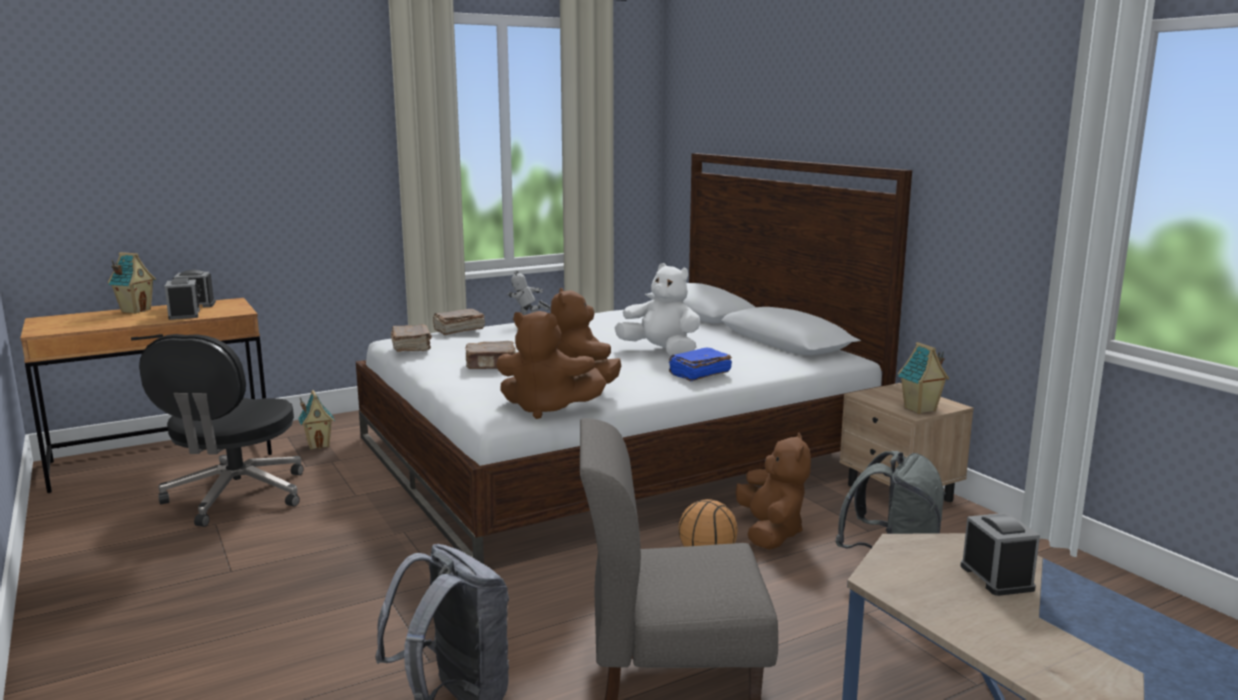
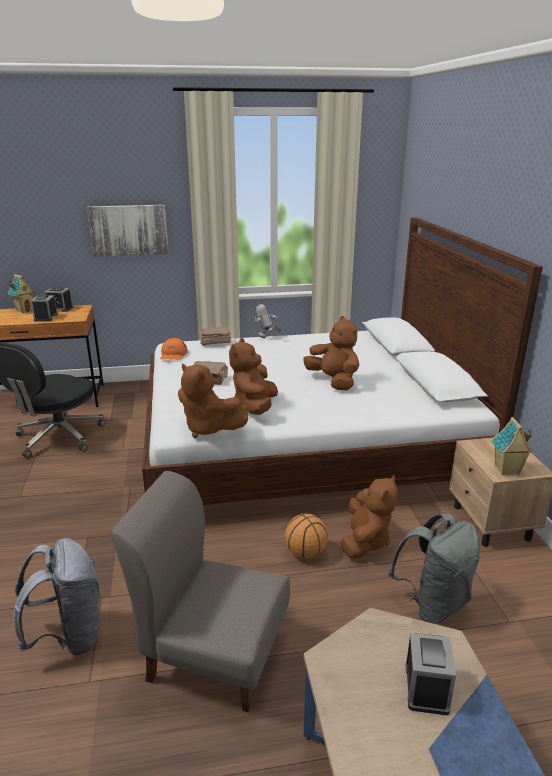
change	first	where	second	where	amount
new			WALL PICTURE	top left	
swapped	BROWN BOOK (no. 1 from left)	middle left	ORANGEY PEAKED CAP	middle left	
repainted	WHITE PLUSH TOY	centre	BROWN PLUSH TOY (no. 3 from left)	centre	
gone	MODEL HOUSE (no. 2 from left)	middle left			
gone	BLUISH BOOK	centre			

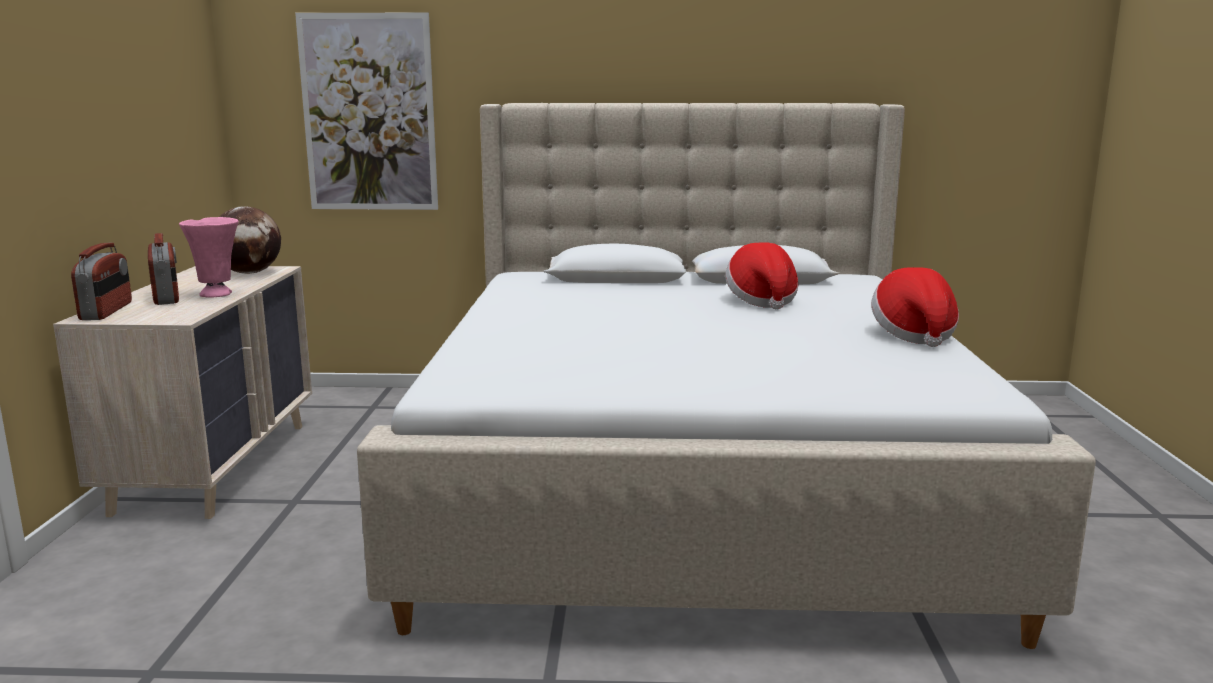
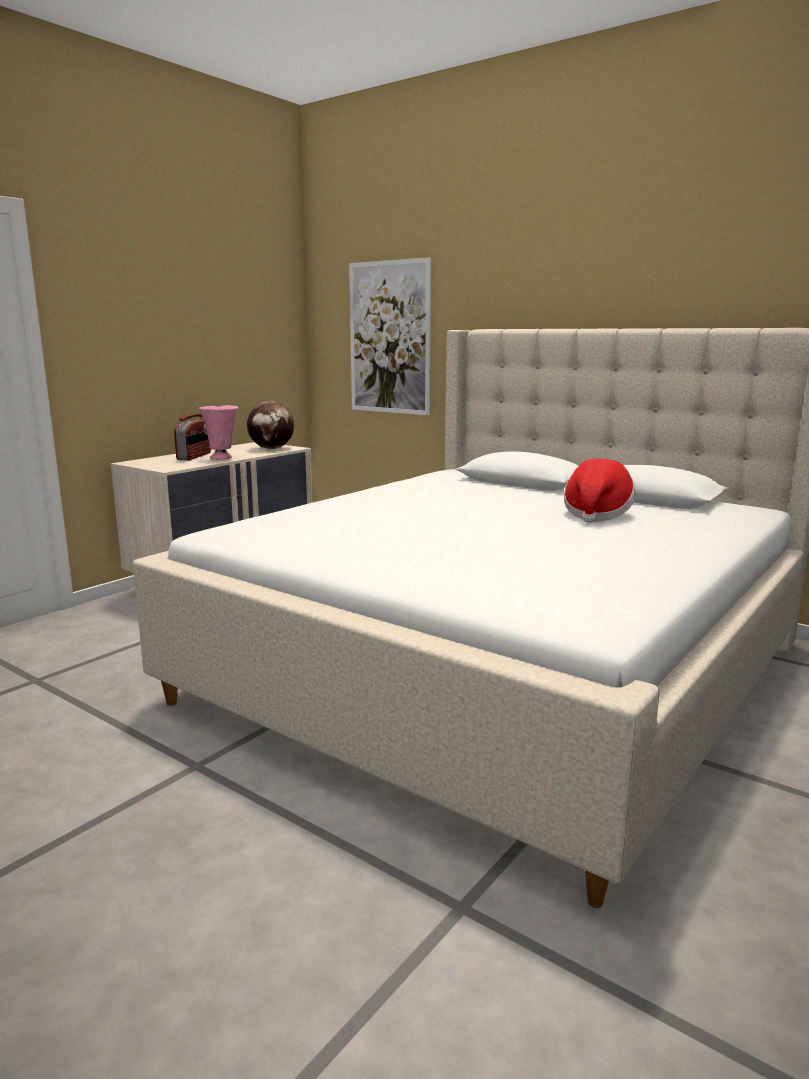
change	first	where	second	where	amount
gone	RADIO (no. 1 from left)	middle left			
gone	CLOTHING HAT (no. 2 from left)	middle right			

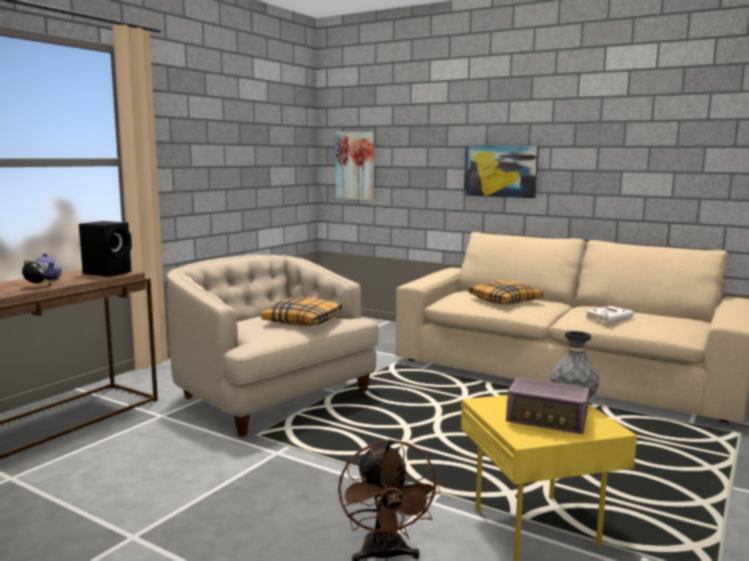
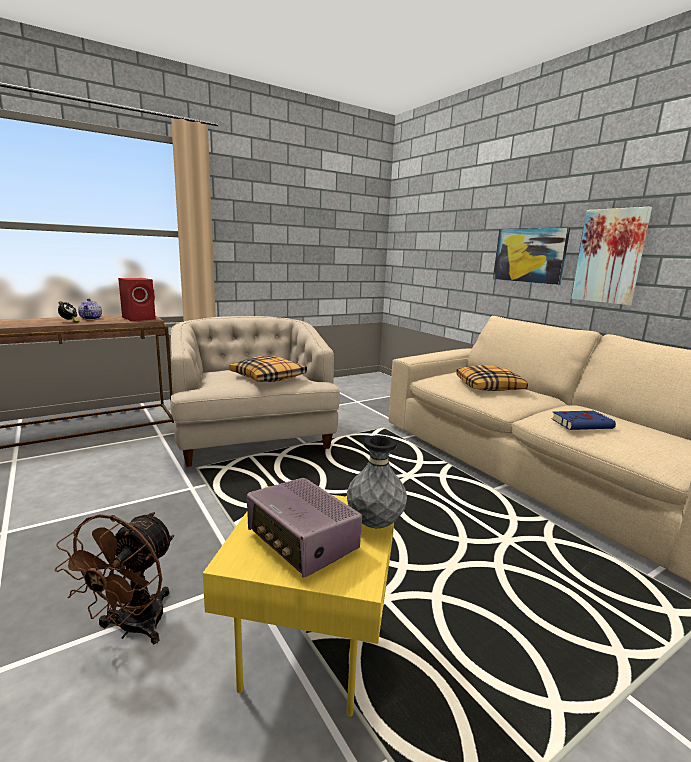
change	first	where	second	where	amount
repainted	BLACKISH LOUDSPEAKER	middle left	REDDISH LOUDSPEAKER	middle left	
repainted	WHITE BOOK	middle right	BLUISH BOOK	middle right	
shifted	WALL PICTURE (no. 1 from left in the first image)	top centre	WALL PICTURE (no. 2 from left)	middle right	

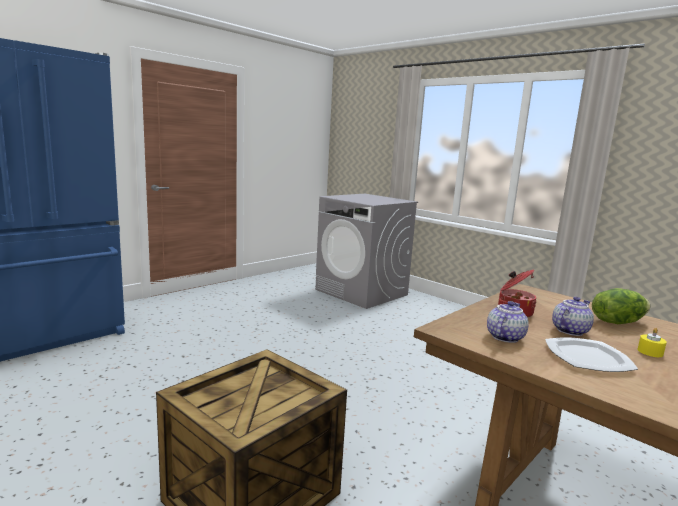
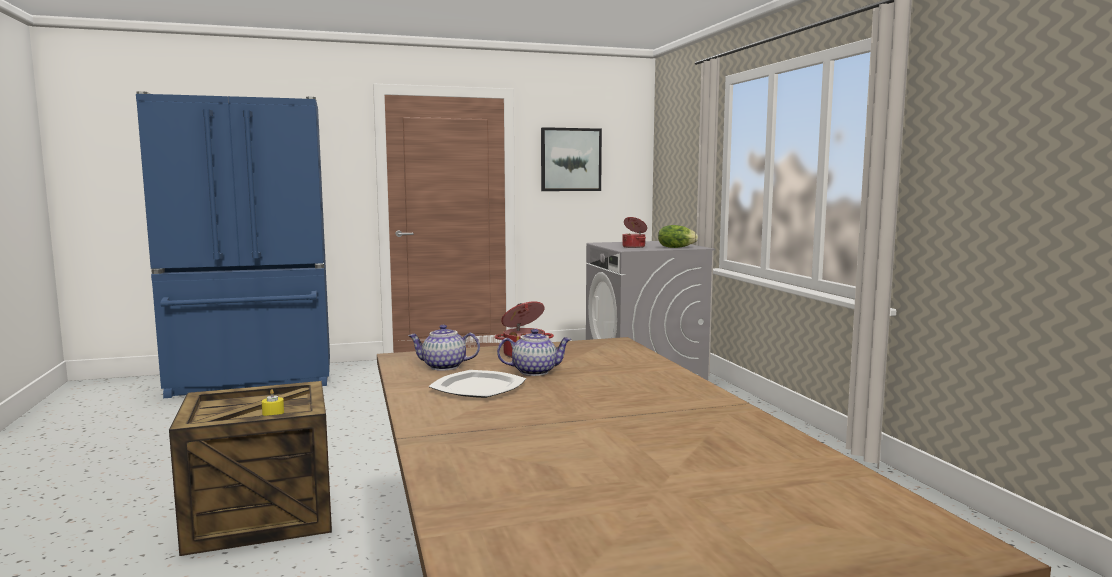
change	first	where	second	where	amount
shifted	YELLOW WAX LIGHT	bottom right		bottom left	
rotated	TEA POT (no. 1 from left)	middle right		centre	150 degrees counterclockwise
new			WALL PICTURE	top centre	
new			COOKING POT (no. 2 from left)	centre	
shifted	HEAD OF LETTUCE	middle right		centre	

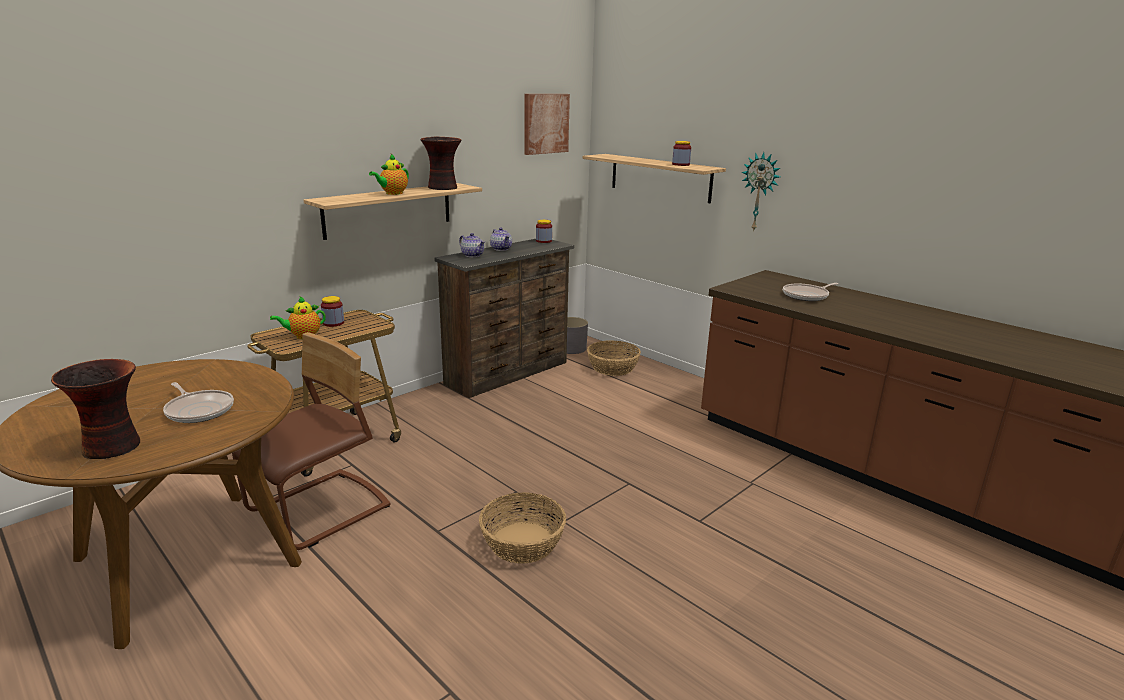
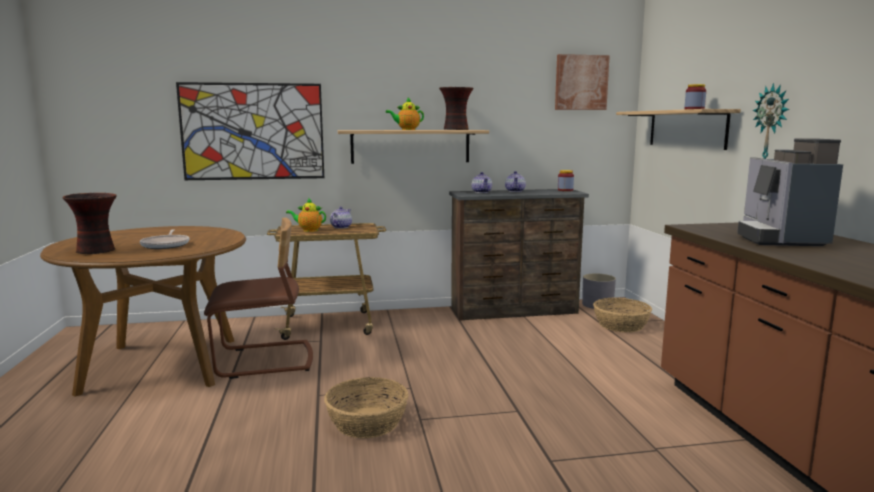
change	first	where	second	where	amount
new			WALL PICTURE (no. 1 from left)	top left	
swapped	JAR (no. 1 from left)	middle left	TEA POT (no. 2 from left)	centre	
swapped	PAN (no. 2 from left)	middle right	COFFEE BREWER	middle right	

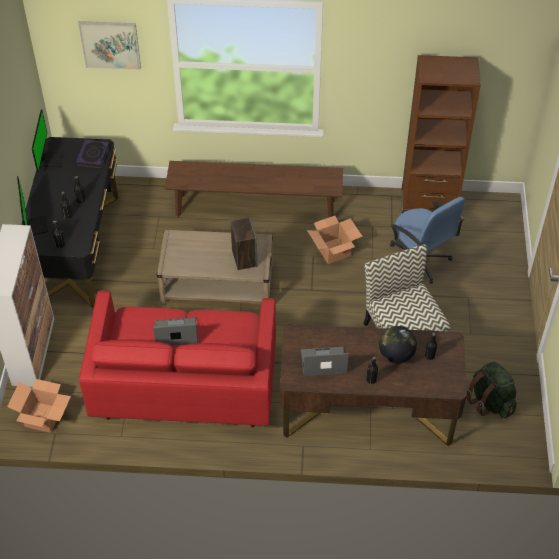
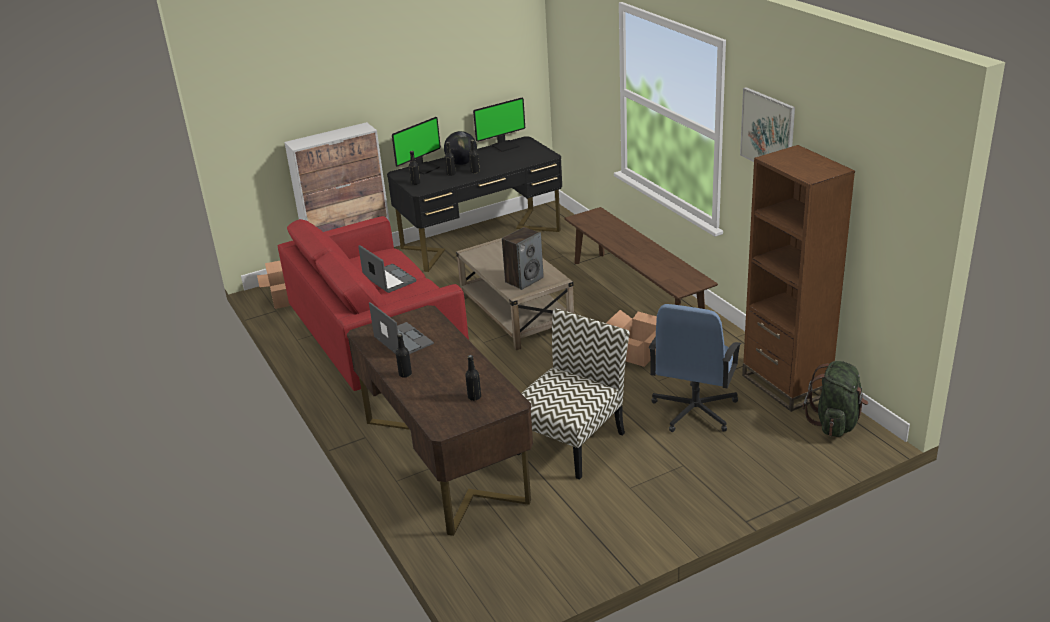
change	first	where	second	where	amount
shifted	GLOBE	middle right		top centre	
shifted	WALL PICTURE	top left		top right	
shifted	GREEN RUCKSACK	bottom right		middle right	
gone	BOOK	top left			

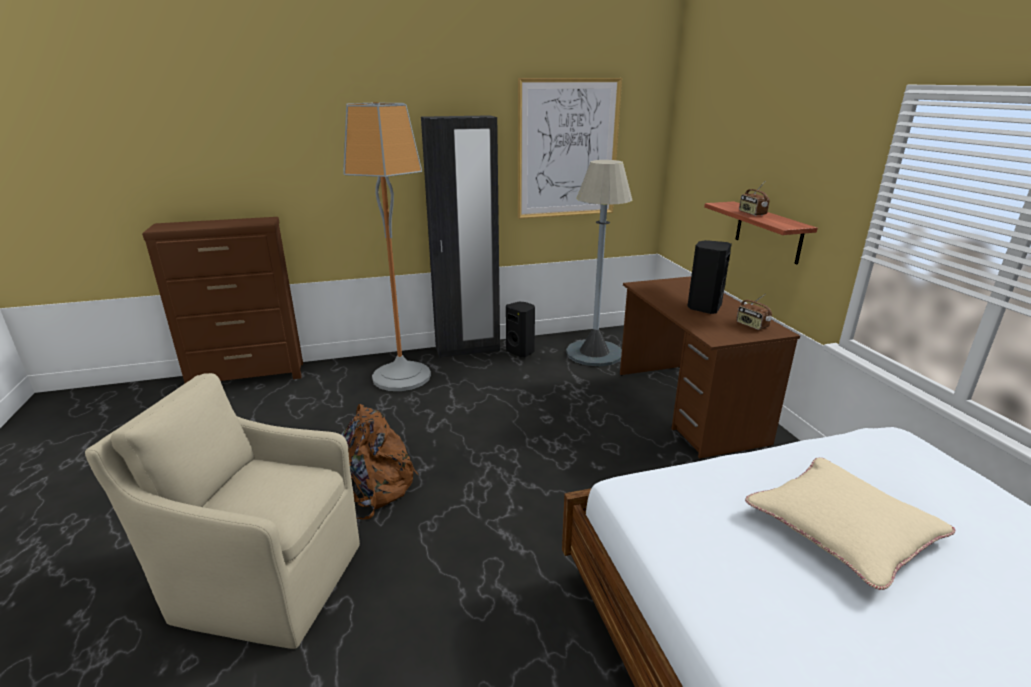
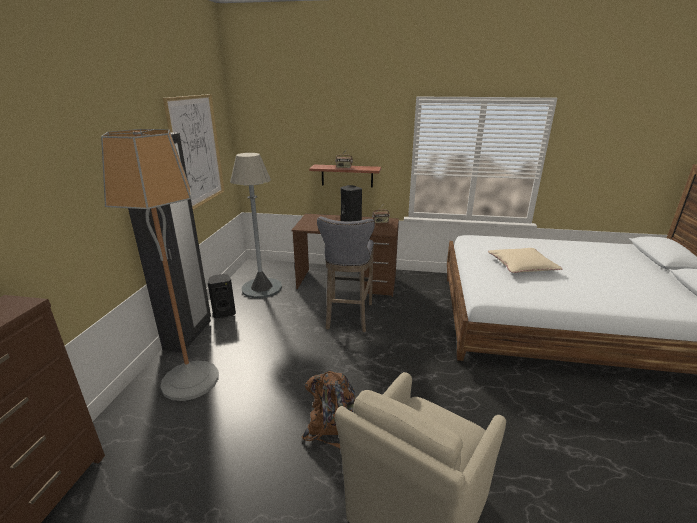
change	first	where	second	where	amount
new			GREYISH STOOL SEAT	centre	

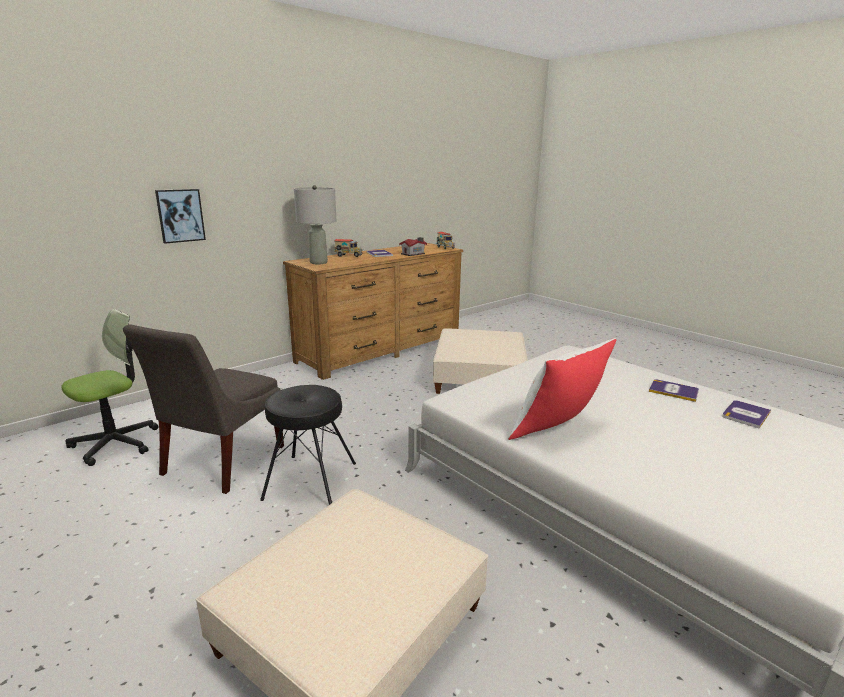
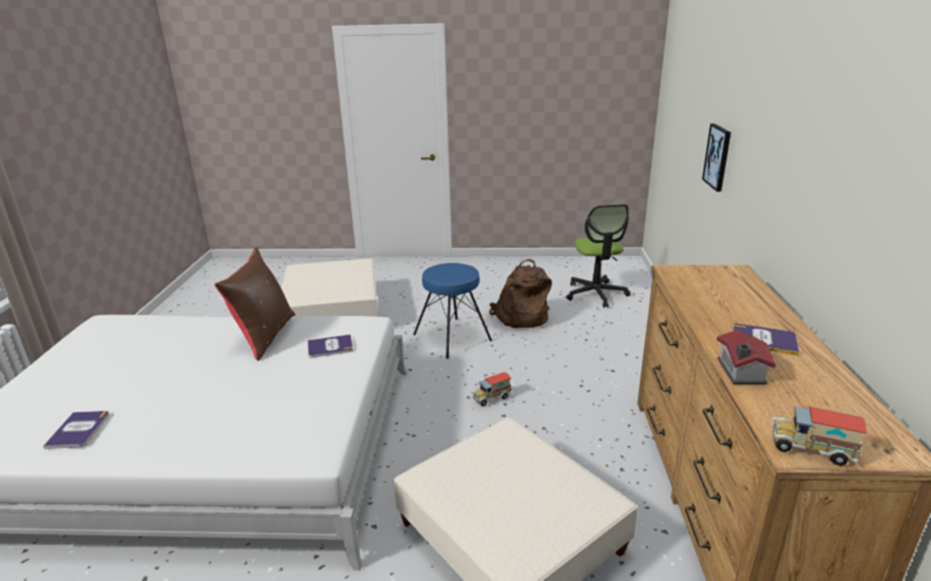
change	first	where	second	where	amount
repainted	WHITE CUSHION	centre	BROWN CUSHION	middle left	
shifted	BOOK (no. 2 from left)	middle right		centre	
repainted	BLACKISH STOOL SEAT	centre	BLUISH STOOL SEAT	centre	
shifted	MODEL TRUCK (no. 1 from left)	centre		bottom centre	
swapped	GREYISH UPRIGHT CHAIR	middle left	BROWN RUCKSACK	centre	
gone	GREYISH TABLE LAMP	top centre			

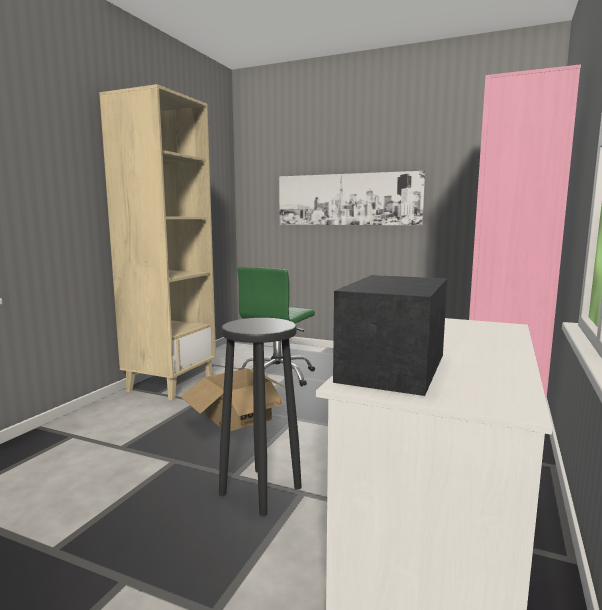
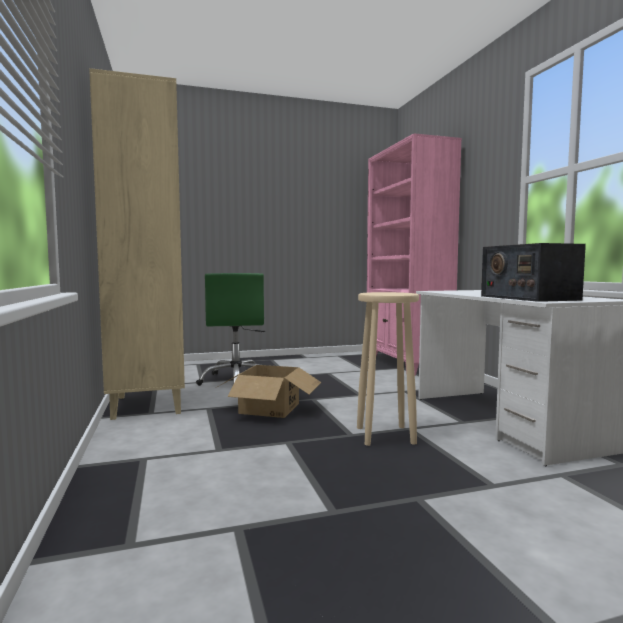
change	first	where	second	where	amount
repainted	BLACKISH STOOL SEAT	bottom centre	BEIGE-COLOURED STOOL SEAT	centre	
gone	WALL PICTURE	top centre			

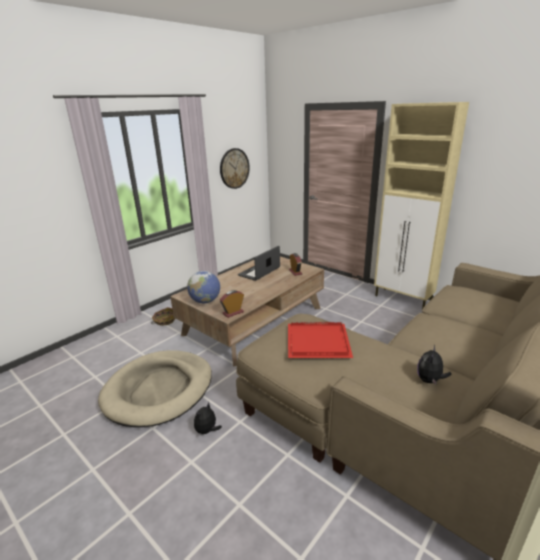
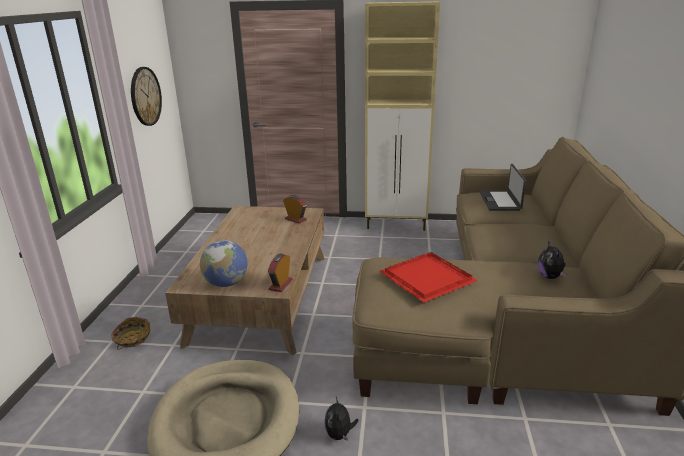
change	first	where	second	where	amount
shifted	LAPTOP	centre		middle right	

